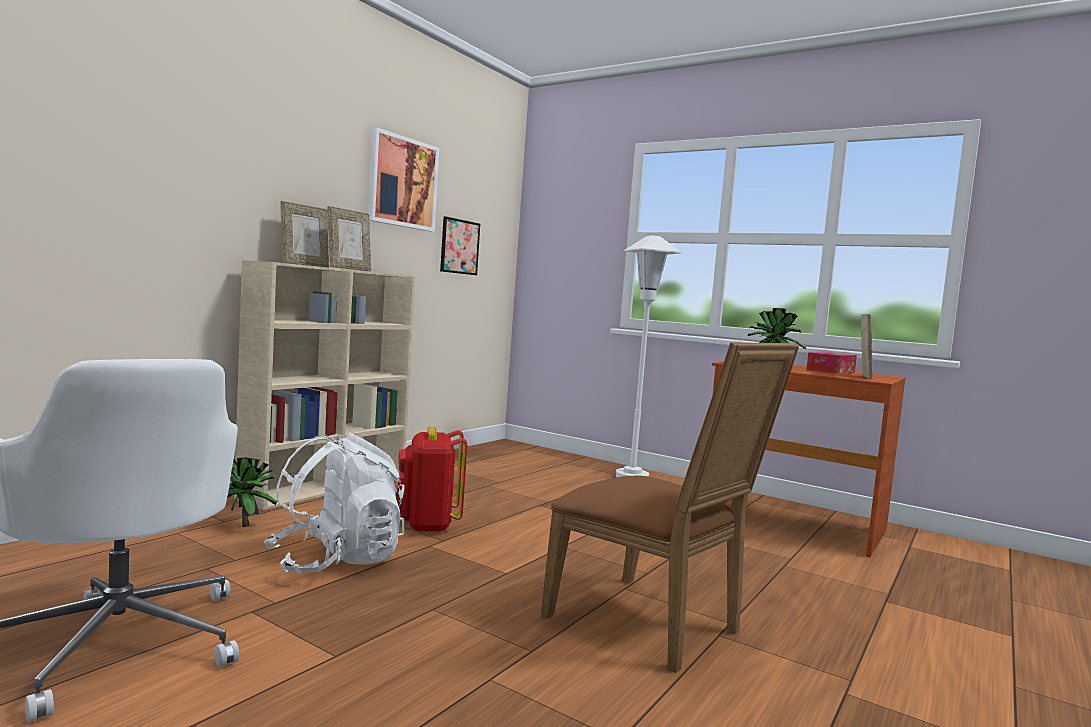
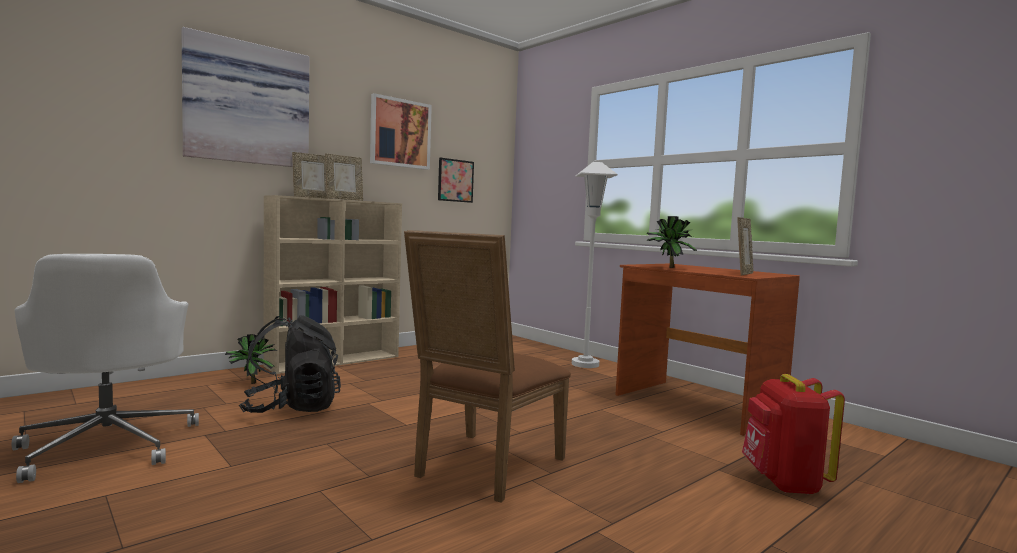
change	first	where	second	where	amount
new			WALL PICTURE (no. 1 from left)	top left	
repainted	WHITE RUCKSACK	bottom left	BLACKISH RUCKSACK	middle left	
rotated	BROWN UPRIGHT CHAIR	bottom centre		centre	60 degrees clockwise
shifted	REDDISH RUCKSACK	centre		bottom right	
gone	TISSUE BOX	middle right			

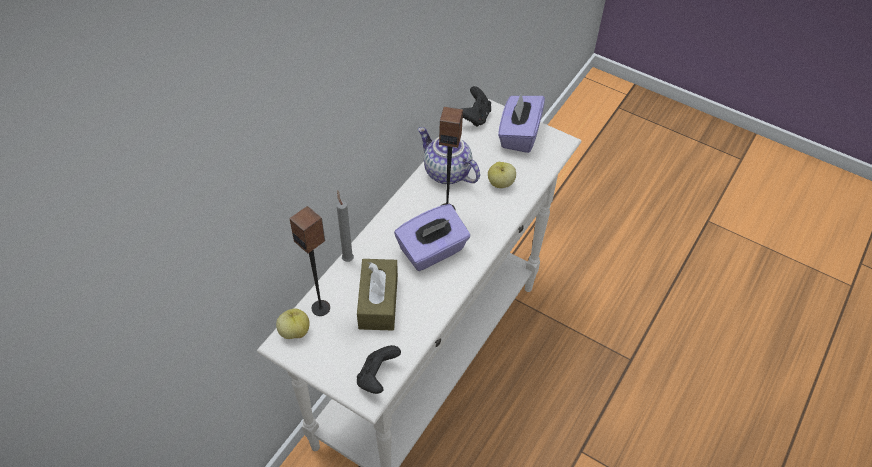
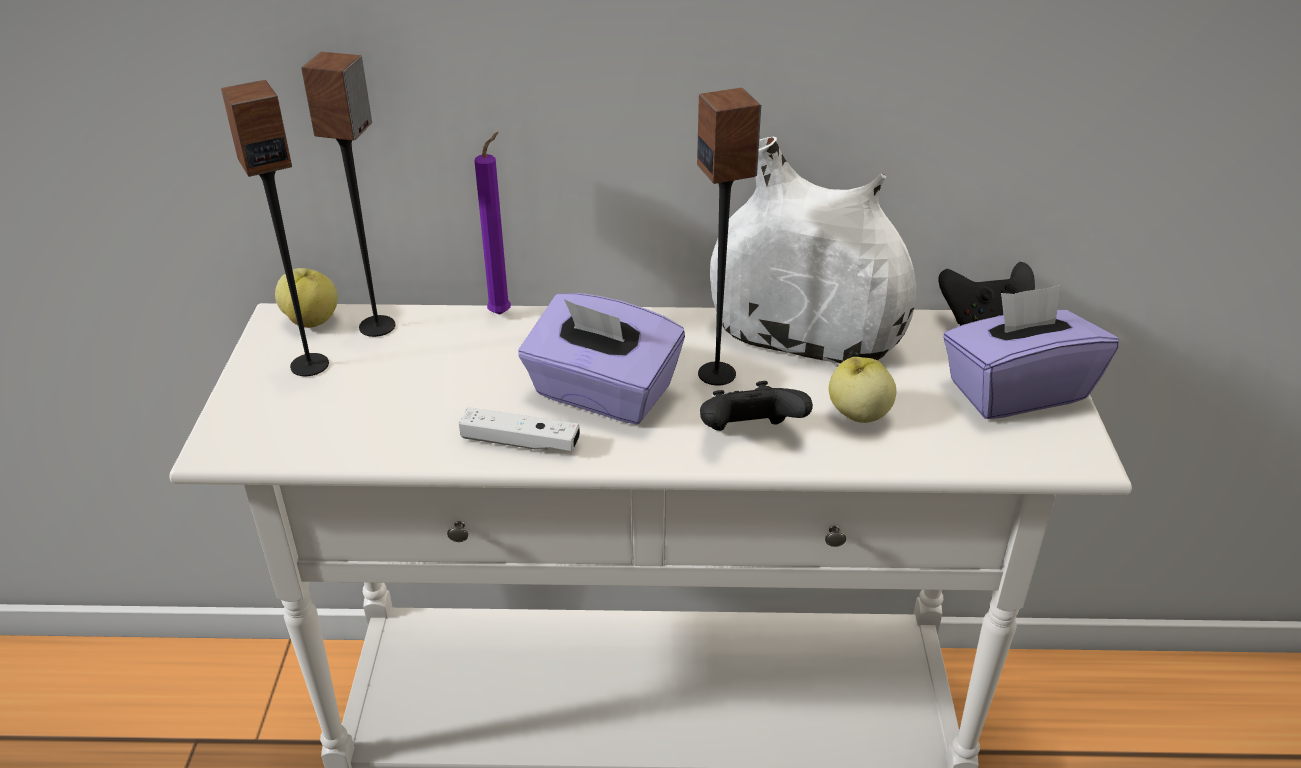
change	first	where	second	where	amount
new			LOUDSPEAKER (no. 1 from left)	top left	
new			WHITE GAME CONTROLLER	centre	
repainted	GREYISH WAX LIGHT	centre	PURPLE WAX LIGHT	top centre	
shifted	BLACKISH GAME CONTROLLER (no. 1 from left)	bottom centre		centre	
swapped	TEA POT	top centre	WHITE VASE	top centre	
gone	BROWN TISSUE BOX	centre			

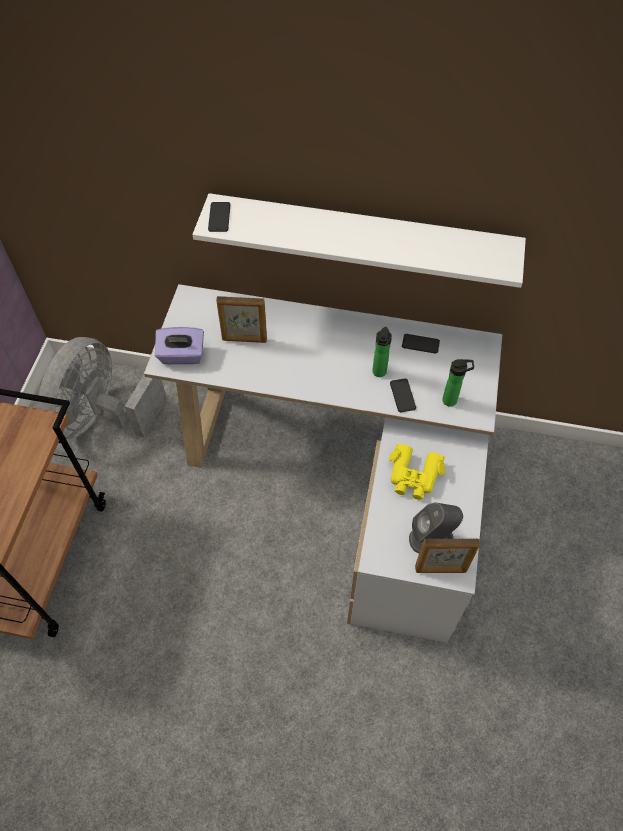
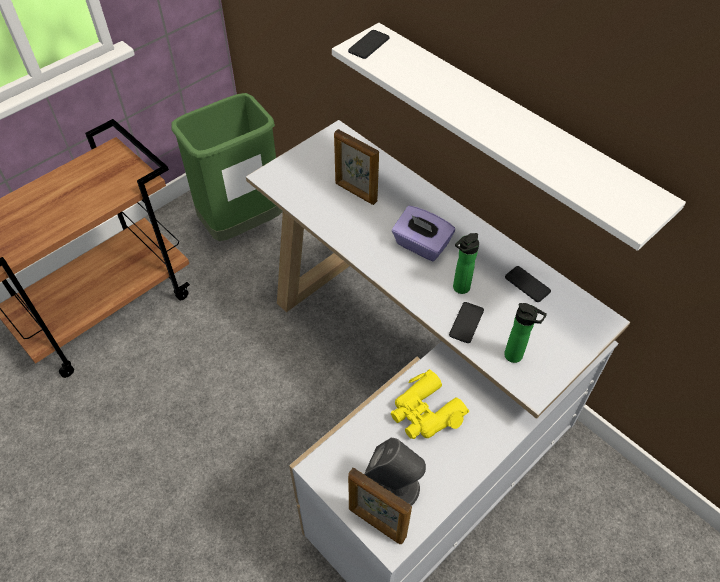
change	first	where	second	where	amount
swapped	GREYISH ELECTRIC FAN	middle left	GREEN RUBBISH BIN	top left	
shifted	PURPLE TISSUE BOX	middle left		centre	

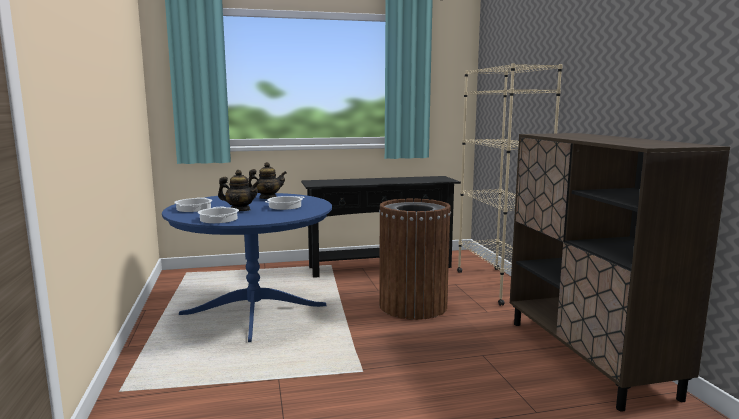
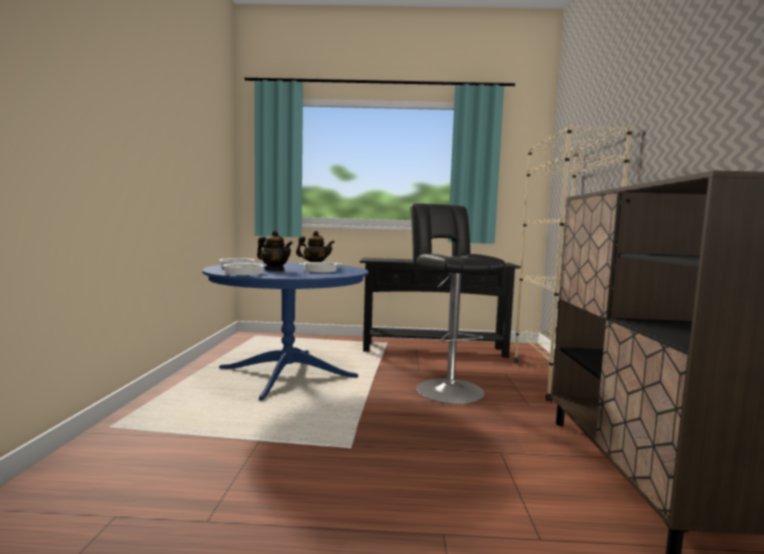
change	first	where	second	where	amount
swapped	BROWN RUBBISH BIN	centre	BLACKISH STOOL SEAT	centre	

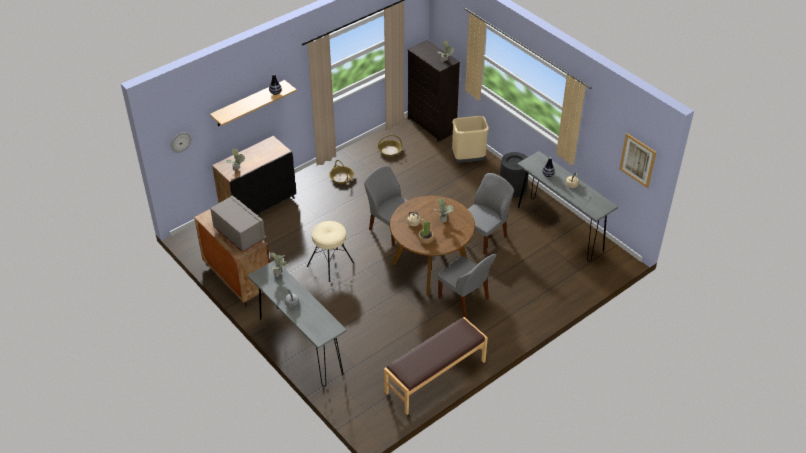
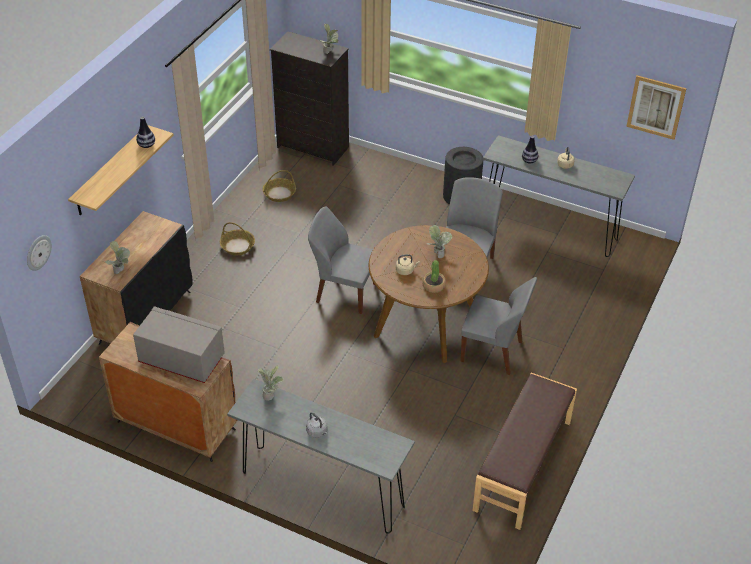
change	first	where	second	where	amount
gone	BEIGE-COLOURED STOOL SEAT	centre			
gone	BEIGE-COLOURED RUBBISH BIN	top centre			

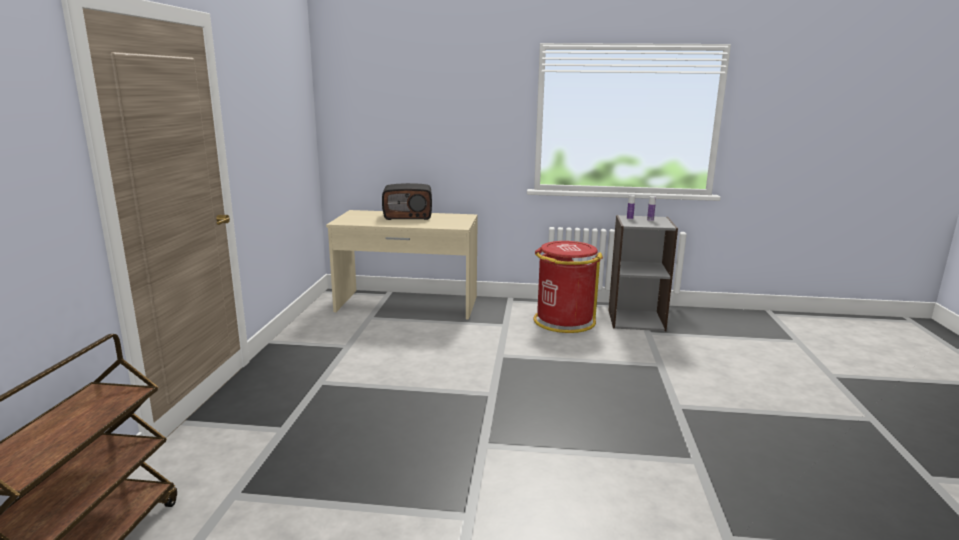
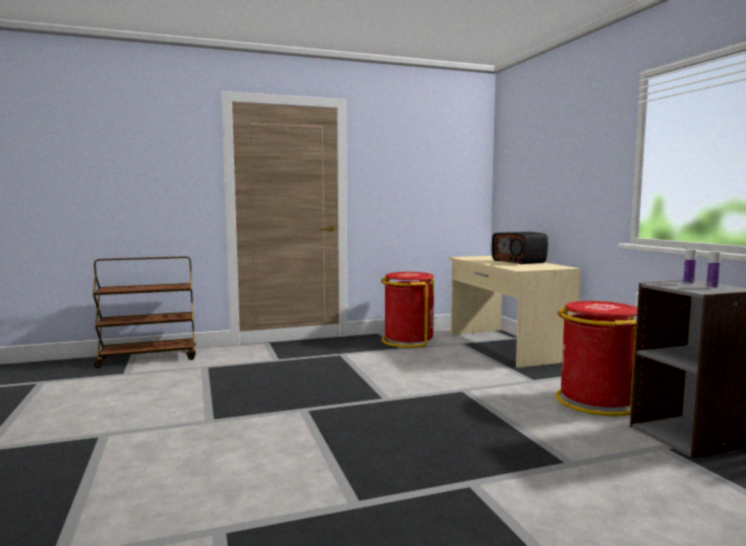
change	first	where	second	where	amount
new			REDDISH RUBBISH BIN (no. 1 from left)	centre	

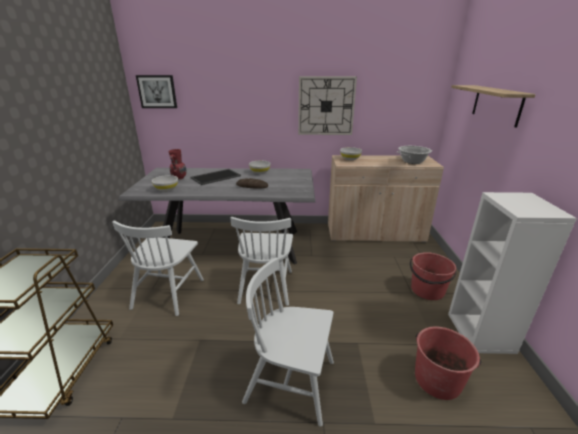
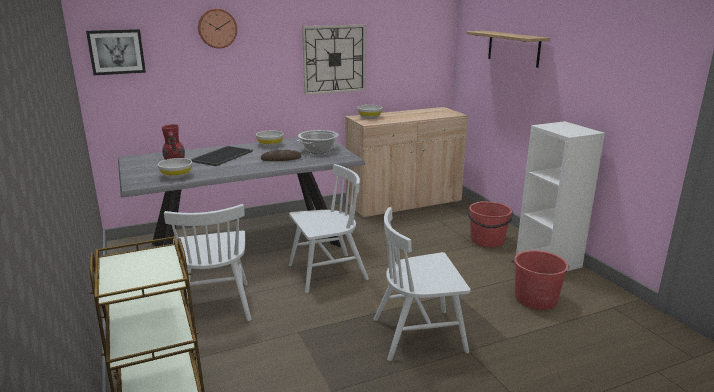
change	first	where	second	where	amount
new			HANGING CLOCK (no. 1 from left)	top left	
rotated	WHITE UPRIGHT CHAIR (no. 2 from left)	centre		centre	90 degrees counterclockwise
shifted	COOKING POT	middle right		centre	

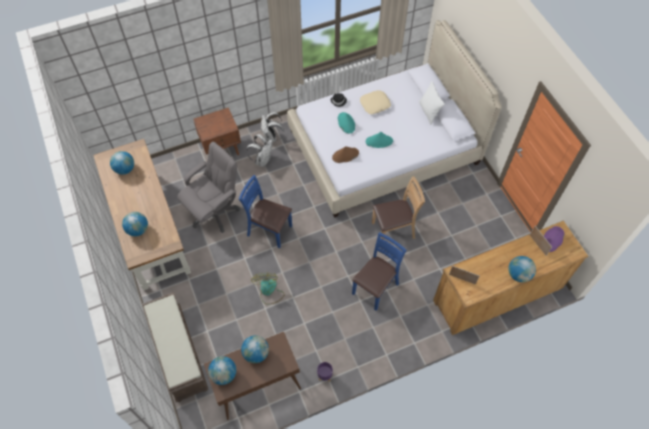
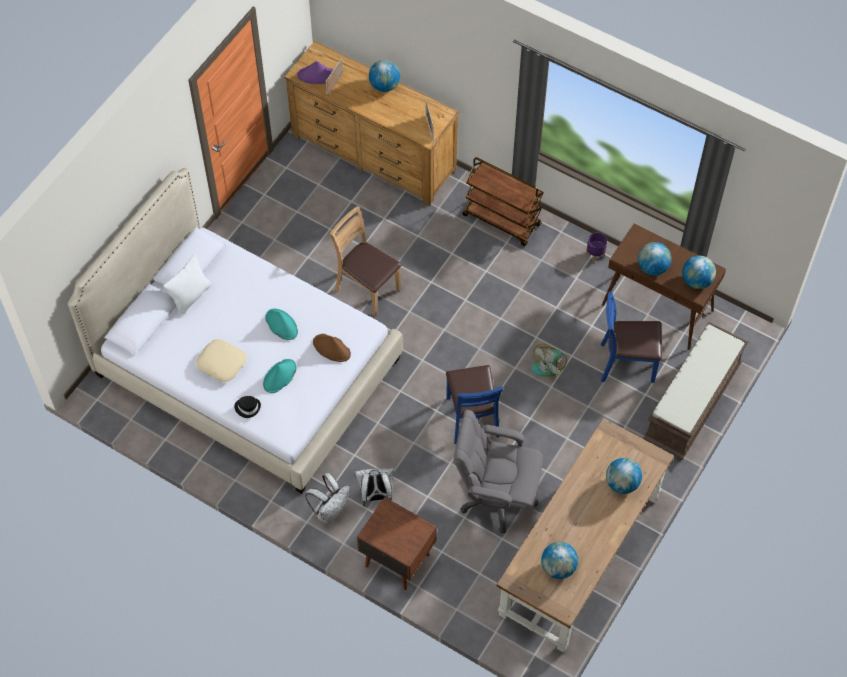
change	first	where	second	where	amount
new			BROWN TROLLEY	top centre	
shifted	BLUISH UPRIGHT CHAIR (no. 2 from left)	centre		middle right	

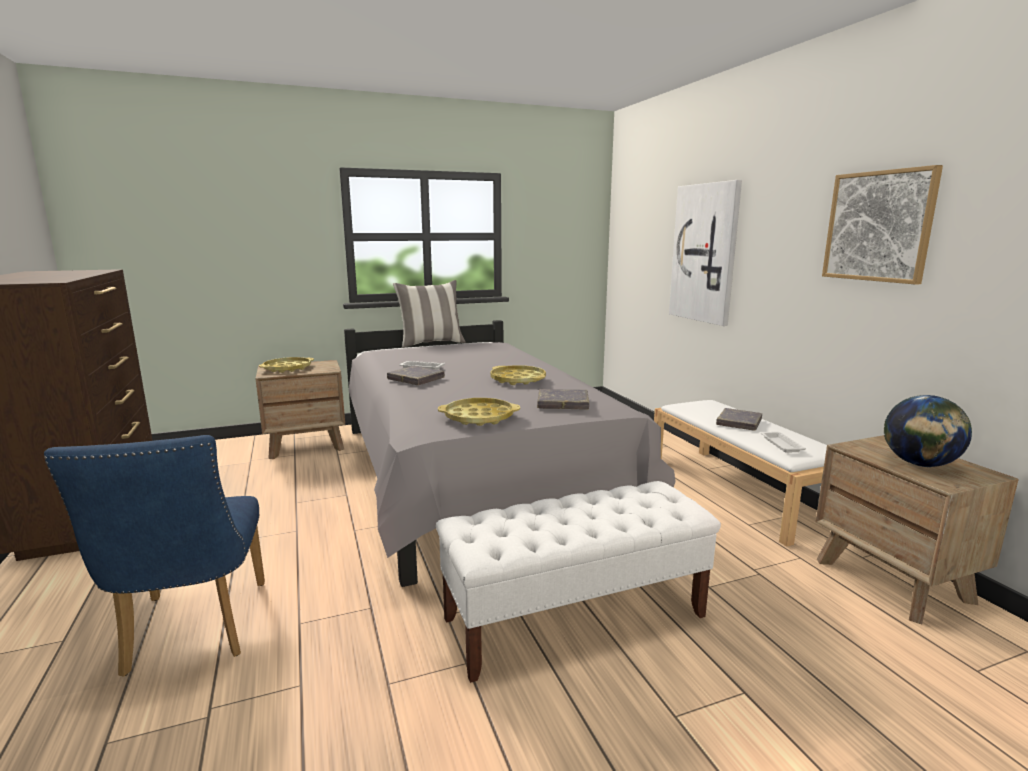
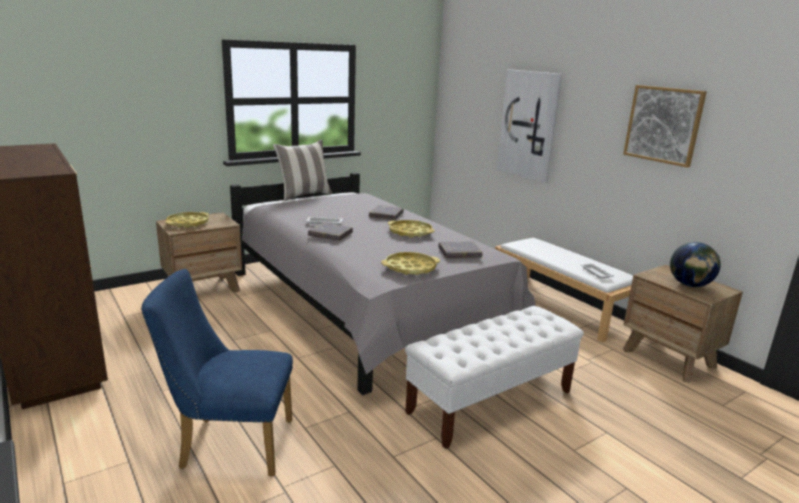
change	first	where	second	where	amount
rotated	BLUISH UPRIGHT CHAIR	bottom left		bottom left	120 degrees clockwise
shifted	GREYISH BOOK (no. 3 from left in the first image)	middle right	GREYISH BOOK (no. 2 from left)	centre	

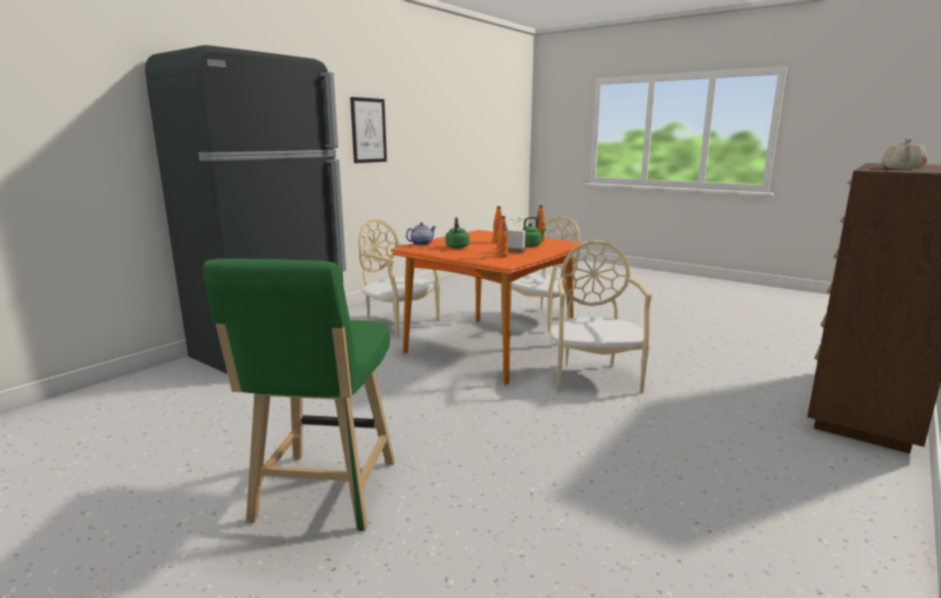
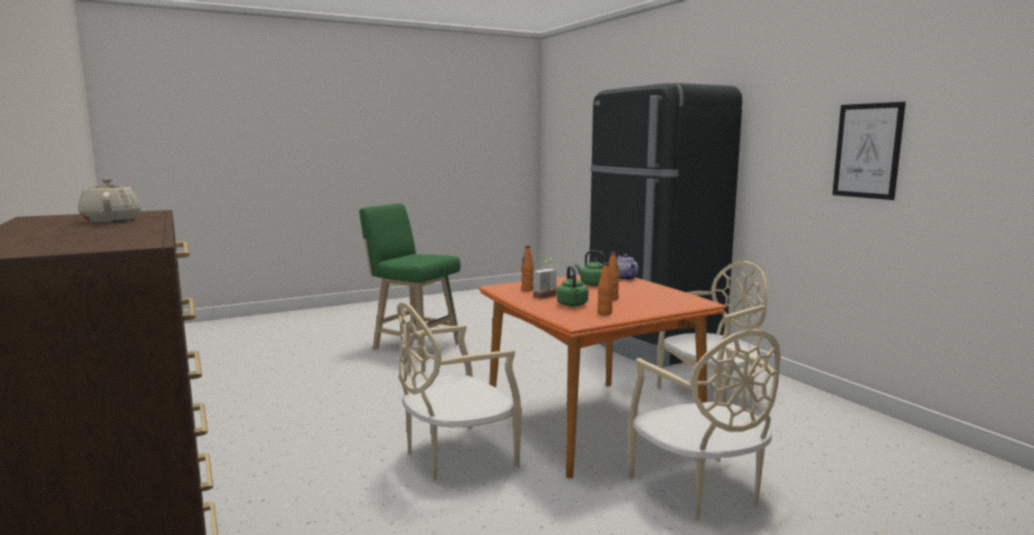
change	first	where	second	where	amount
rotated	BEIGE-COLOURED UPRIGHT CHAIR (no. 3 from left in the first image)	centre	BEIGE-COLOURED UPRIGHT CHAIR (no. 1 from left)	bottom centre	120 degrees clockwise

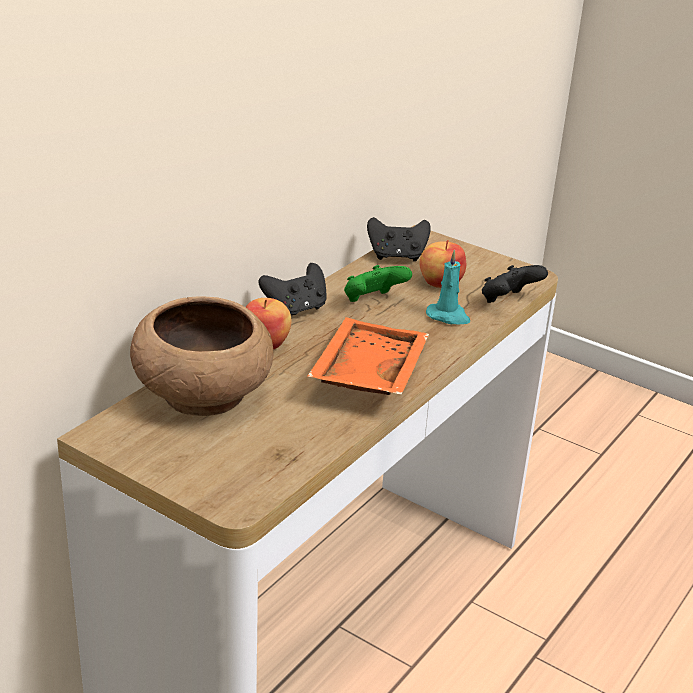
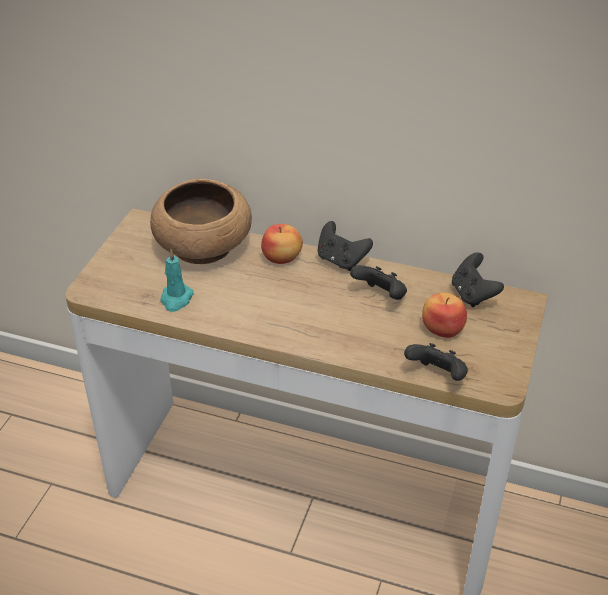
change	first	where	second	where	amount
shifted	TURQUOISE WAX LIGHT	centre		middle left	
repainted	GREEN GAME CONTROLLER	centre	BLACKISH GAME CONTROLLER (no. 2 from left)	centre	
gone	ORANGEY TRAY	centre			

